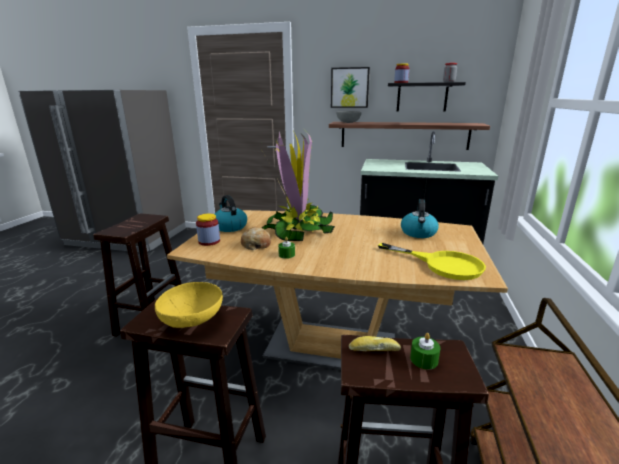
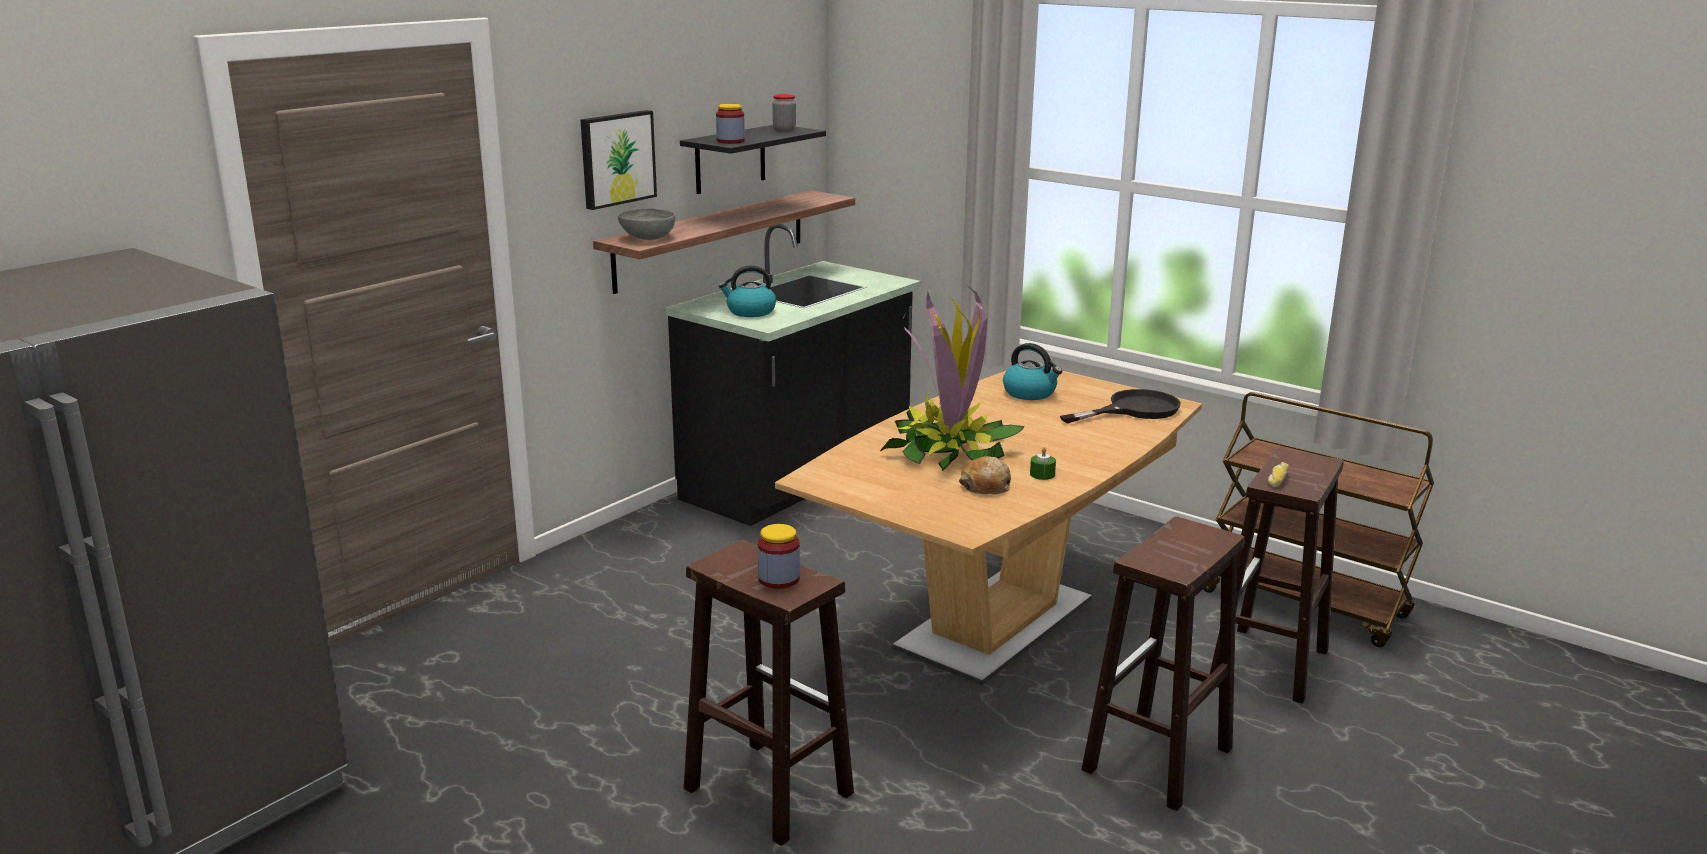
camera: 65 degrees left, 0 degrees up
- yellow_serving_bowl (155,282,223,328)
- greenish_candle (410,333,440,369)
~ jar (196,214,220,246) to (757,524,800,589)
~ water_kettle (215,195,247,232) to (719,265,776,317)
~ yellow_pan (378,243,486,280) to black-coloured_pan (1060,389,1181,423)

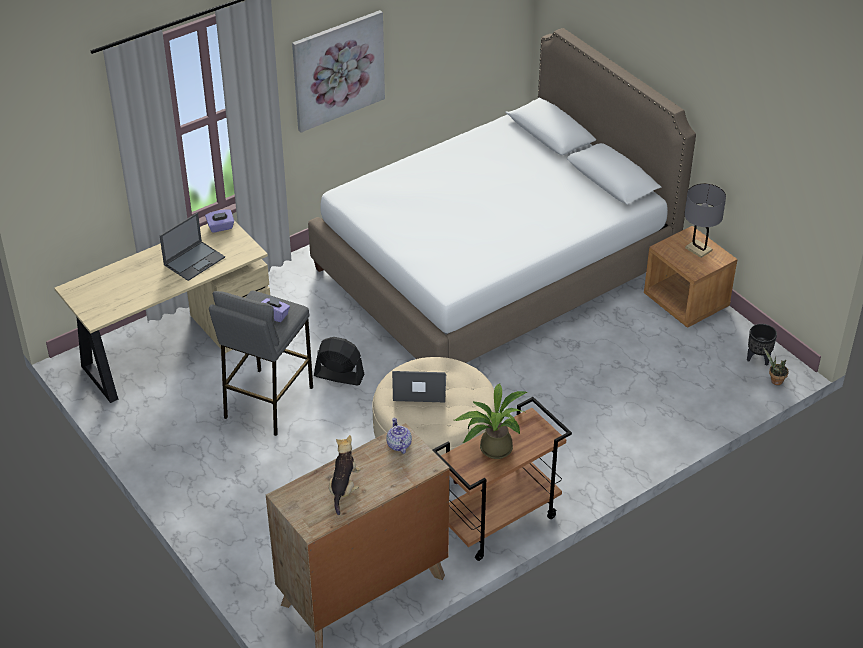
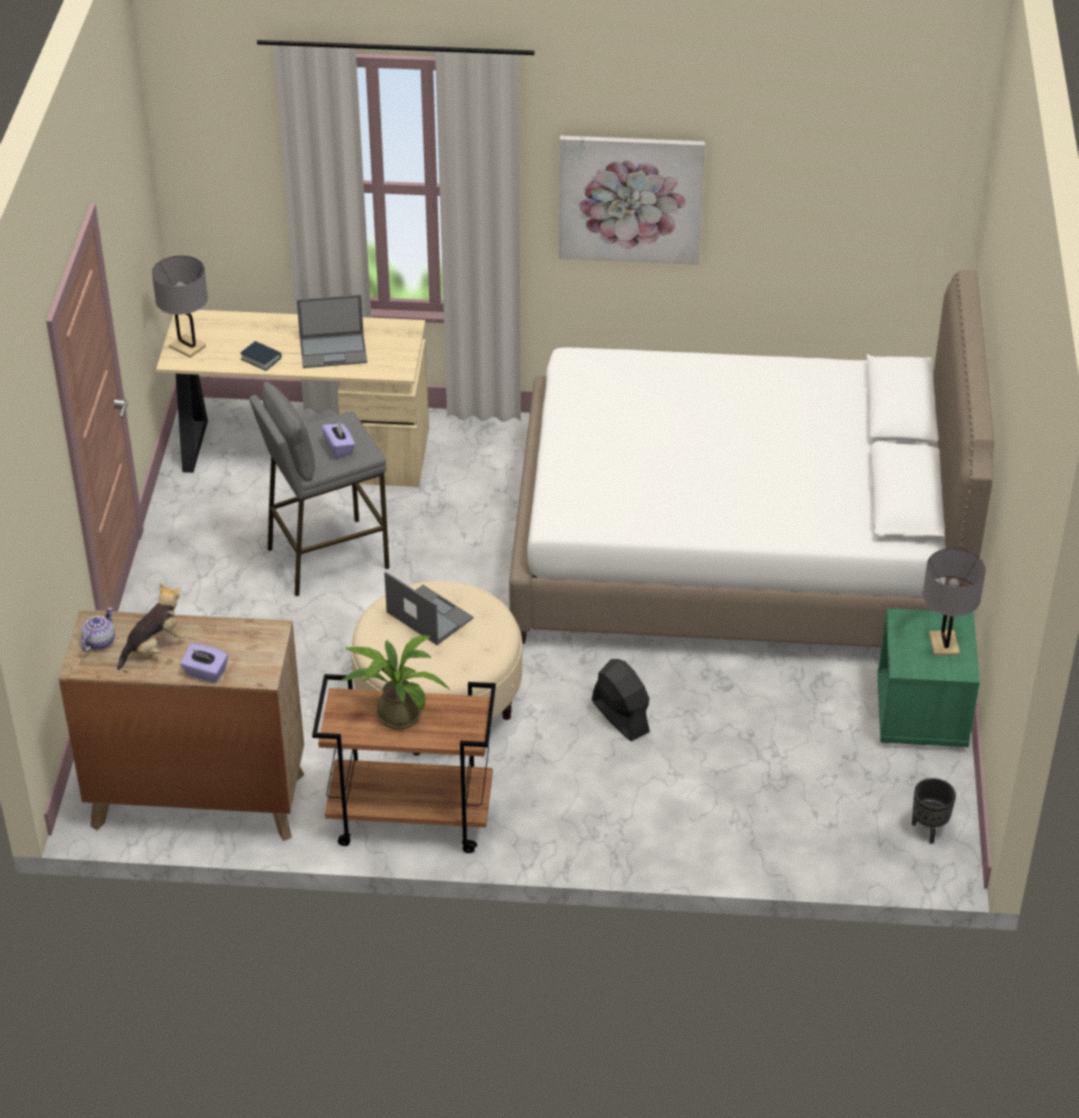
camera: 40 degrees right, 0 degrees up
- potted_plant (763,347,789,385)
+ greyish_table_lamp (152,256,208,358)
+ book (241,341,281,371)
~ purple_tissue_holder (205,209,234,233) to (180,643,228,682)
~ black-coloured_fan (314,337,365,386) to (592,659,650,741)
~ teapot (386,418,412,454) to (81,607,115,652)
~ brown_night_table (644,226,738,328) to greenish_night_table (878,608,980,747)

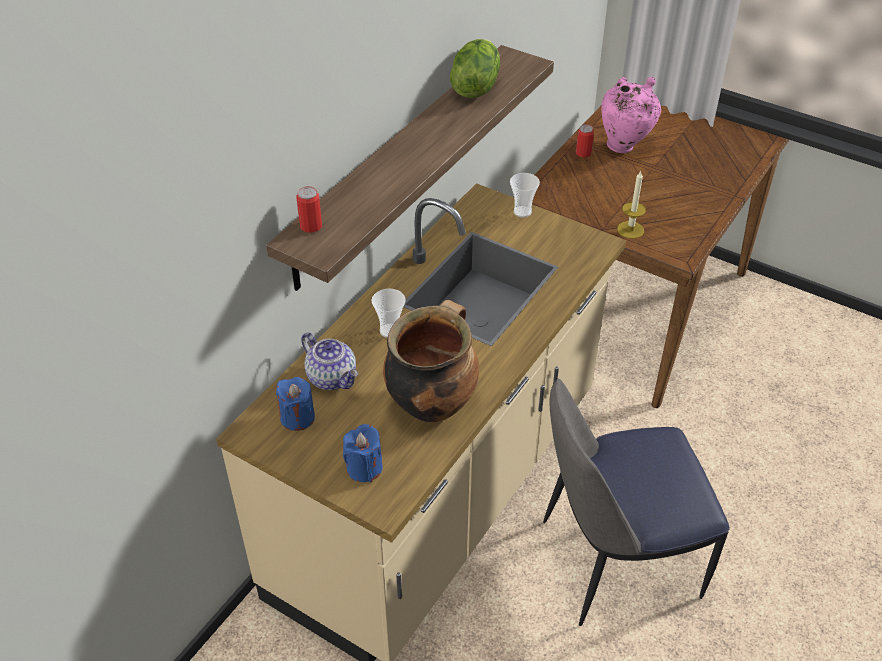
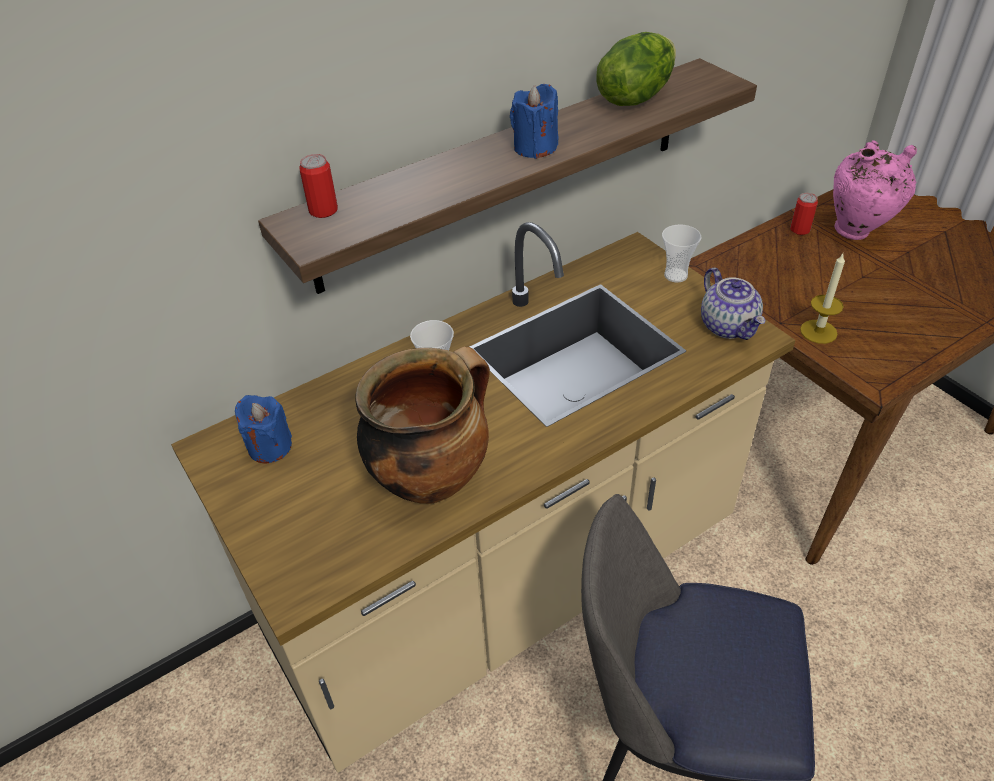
camera: 25 degrees right, 0 degrees up
~ teapot (301,333,358,390) to (701,268,766,340)
~ blue_candle (343,424,383,482) to (510,84,559,159)

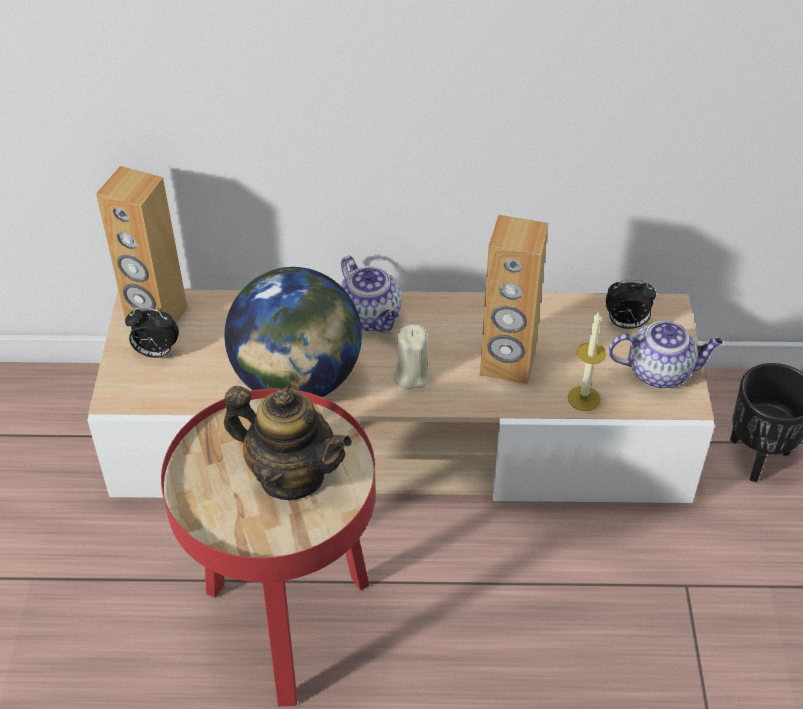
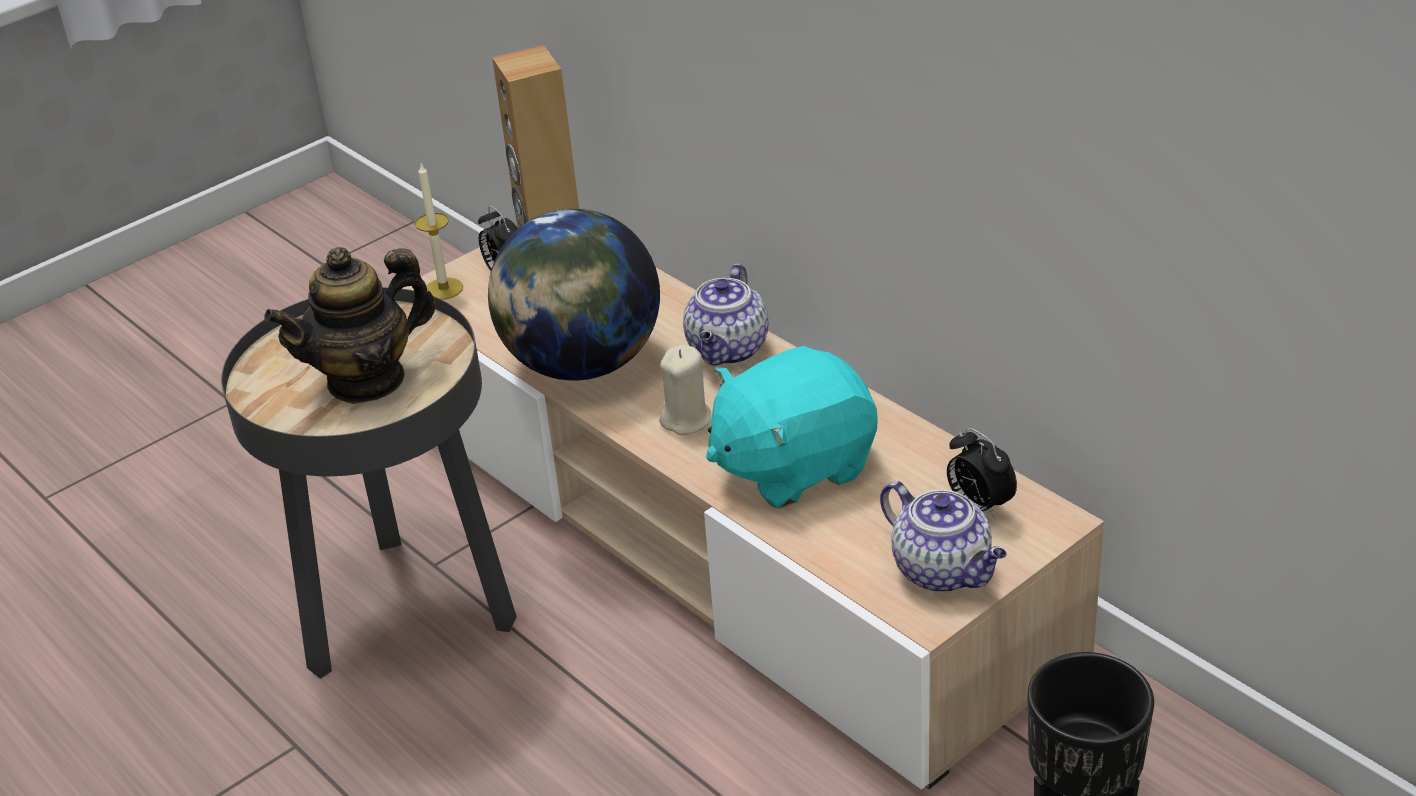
camera: 50 degrees right, 10 degrees down
~ candle (568,312,606,411) to (415,164,463,300)
~ brown_audio_speaker (480,215,548,384) to turquoise_soft_toy (706,346,878,509)
~ red-coloured_side_table (161,388,376,707) to black-coloured_side_table (221,287,517,679)
~ teapot (224,386,352,500) = (264,247,436,404) 75 degrees clockwise

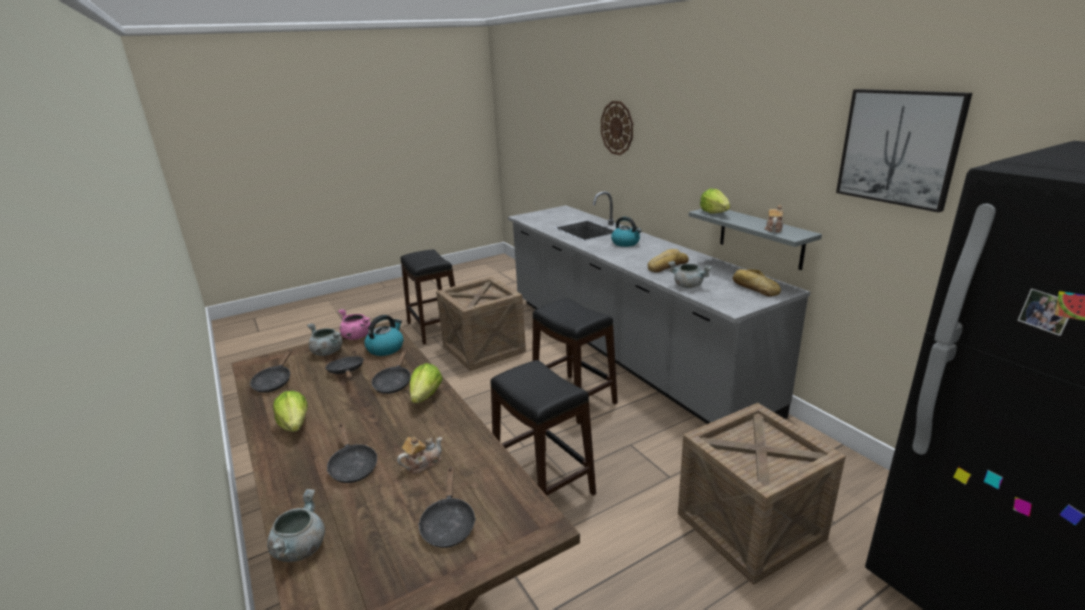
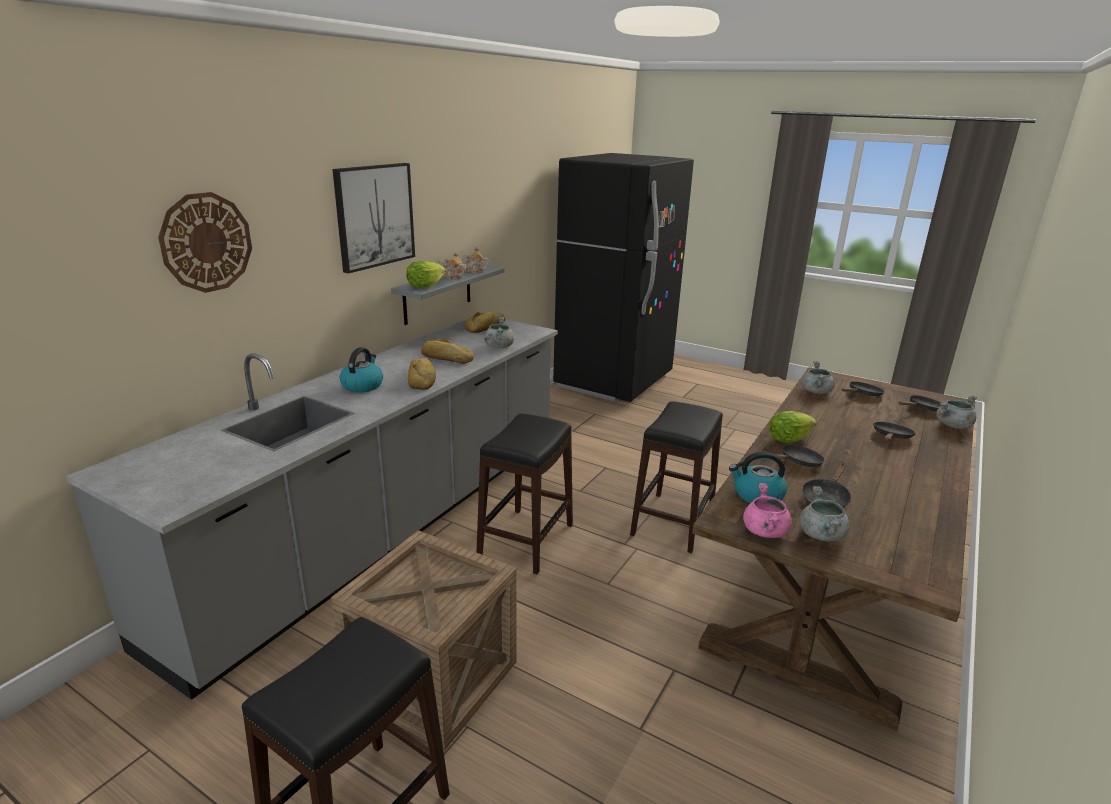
camera: 120 degrees left, 0 degrees up
- lettuce (273,391,308,432)
- crate (678,403,846,585)
+ bakery_bread (408,358,436,390)
+ greyish_cooking_pot (801,361,835,394)
~ black-coloured_pan (250,349,292,393) to (898,395,941,412)
~ teapot (397,437,442,473) to (439,252,466,279)
~ wall_picture (836,89,972,213) to (332,163,415,274)

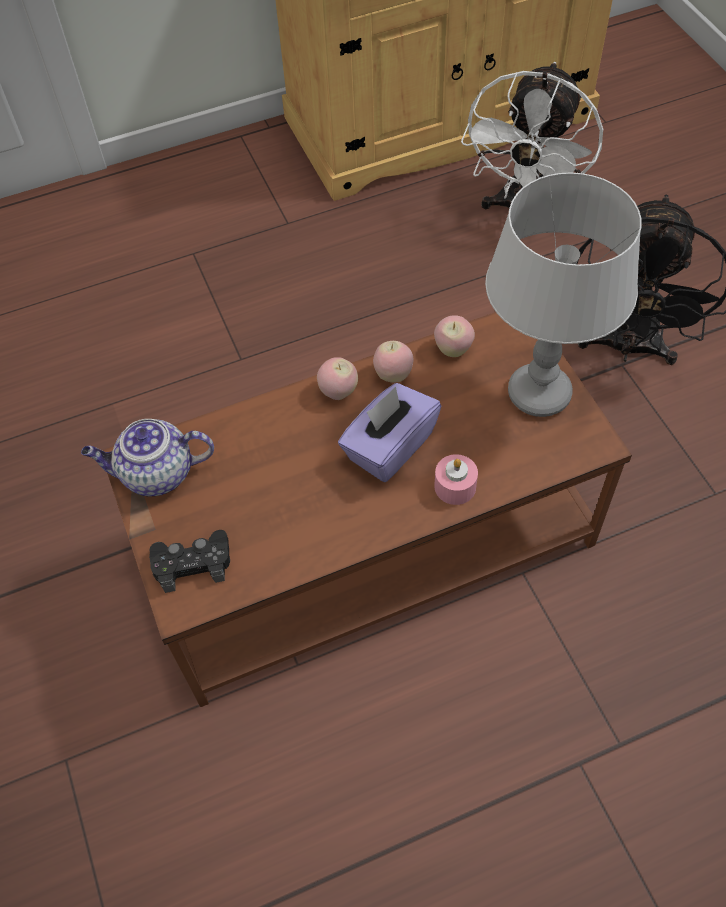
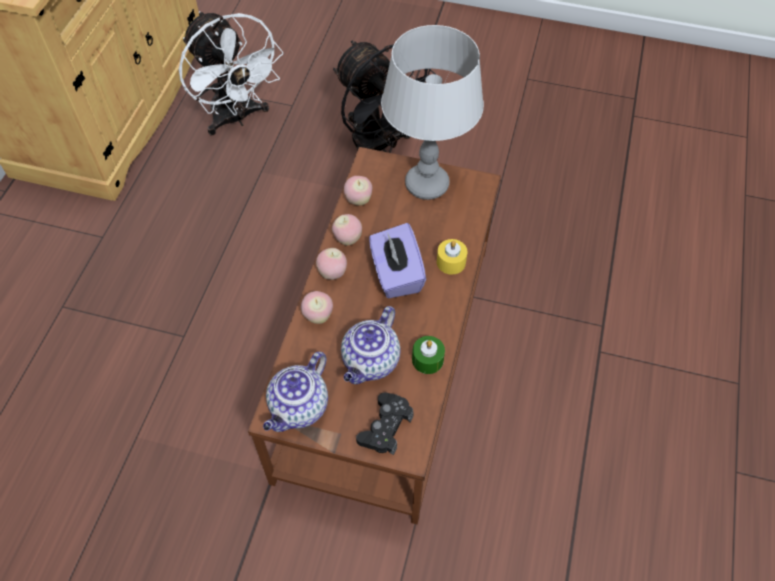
camera: 55 degrees left, 0 degrees up
+ apple_fruit (301,291,333,324)
+ teapot (341,306,401,384)
+ greenish_candle (412,336,445,374)
~ pink-coloured_candle (434,454,478,505) to yellow_candle (437,239,467,275)

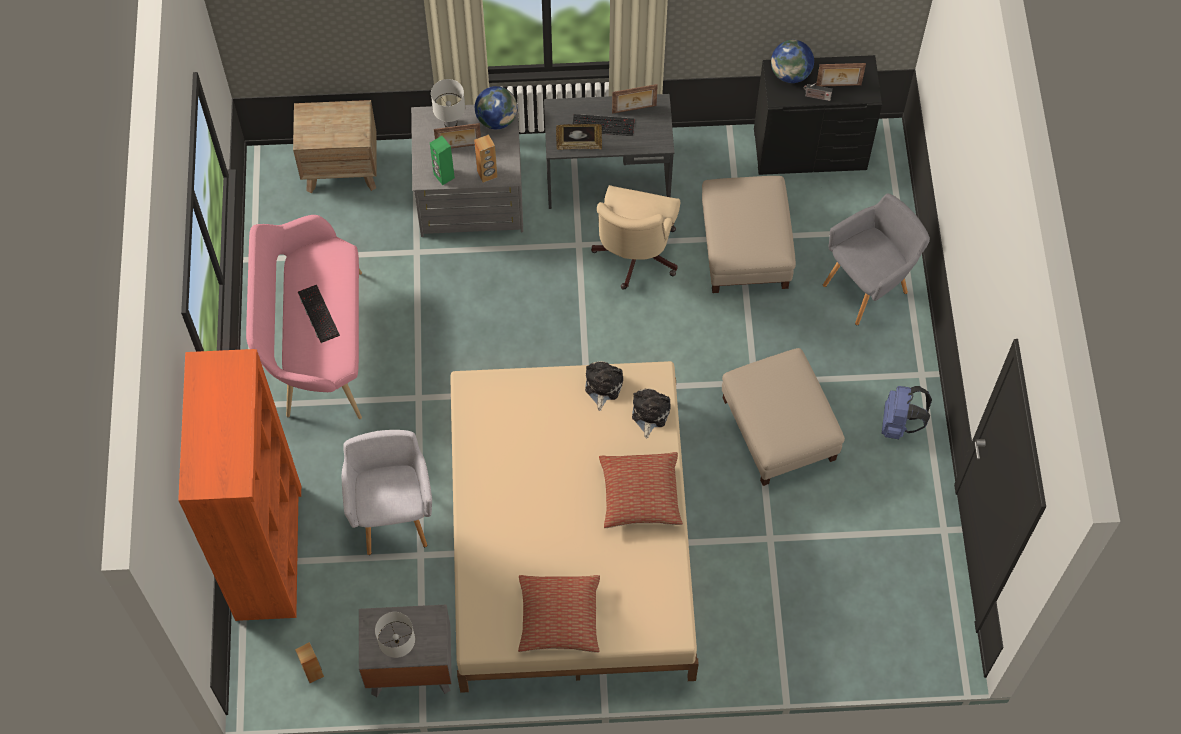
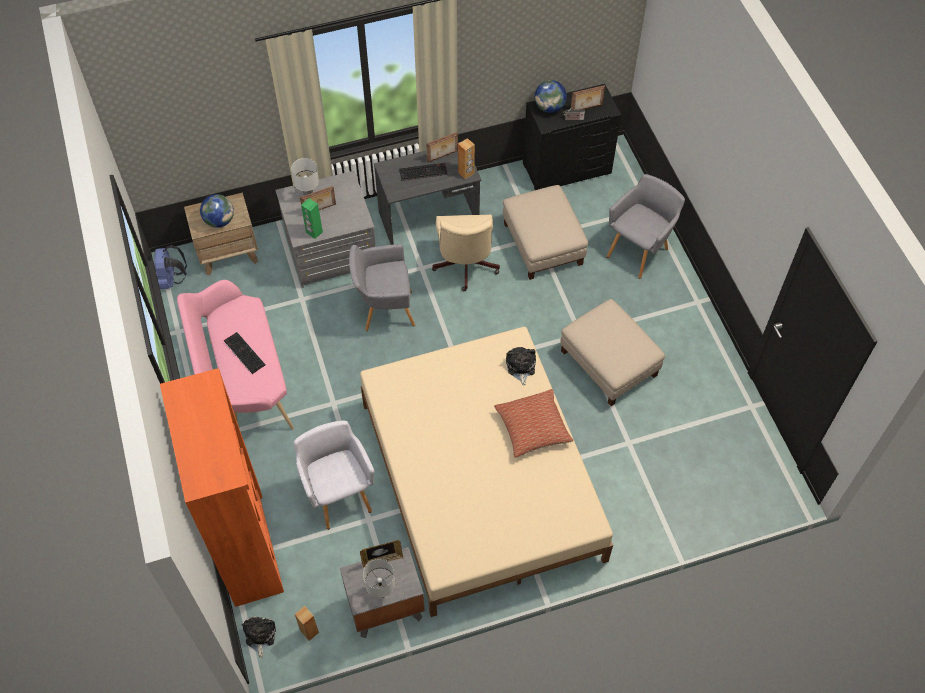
camera: 15 degrees left, 5 degrees down
- throw_pillow (518,575,600,653)
+ greyish_lounge_chair (349,244,415,331)
~ brown_audio_speaker (474,134,497,183) to (458,138,475,179)
~ globe (475,86,517,129) to (200,194,234,228)
~ standing_frame (556,124,602,150) to (360,540,403,568)
~ soft_toy (585,361,623,411) to (242,616,276,658)
~ blue_knapsack (882,386,932,439) to (154,245,187,289)

